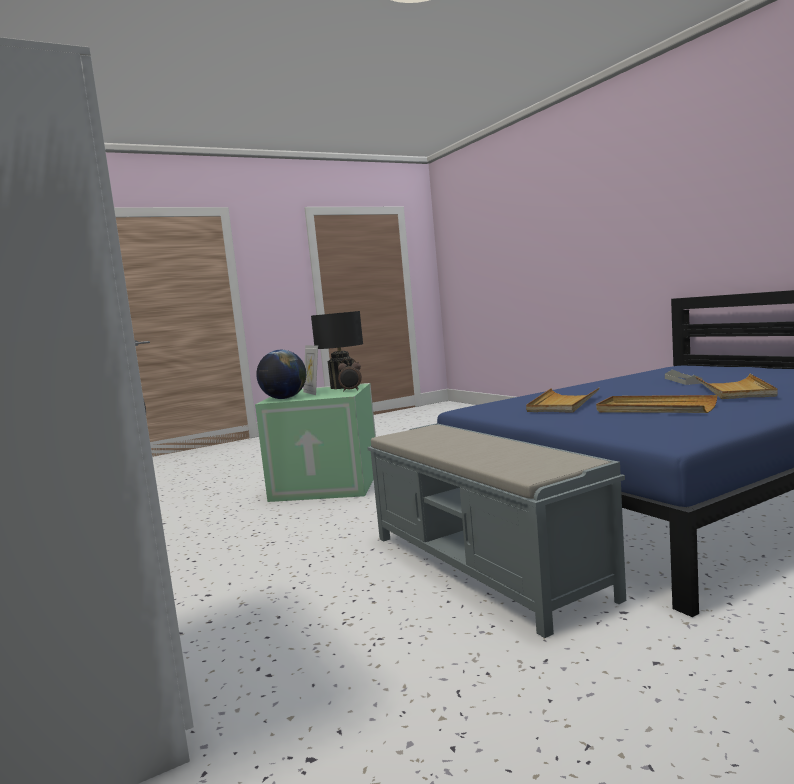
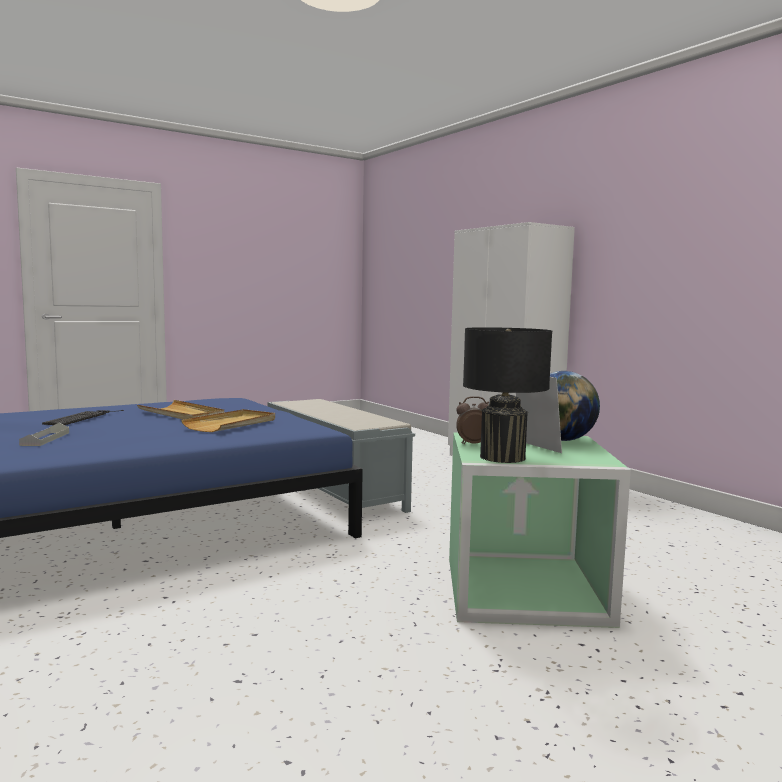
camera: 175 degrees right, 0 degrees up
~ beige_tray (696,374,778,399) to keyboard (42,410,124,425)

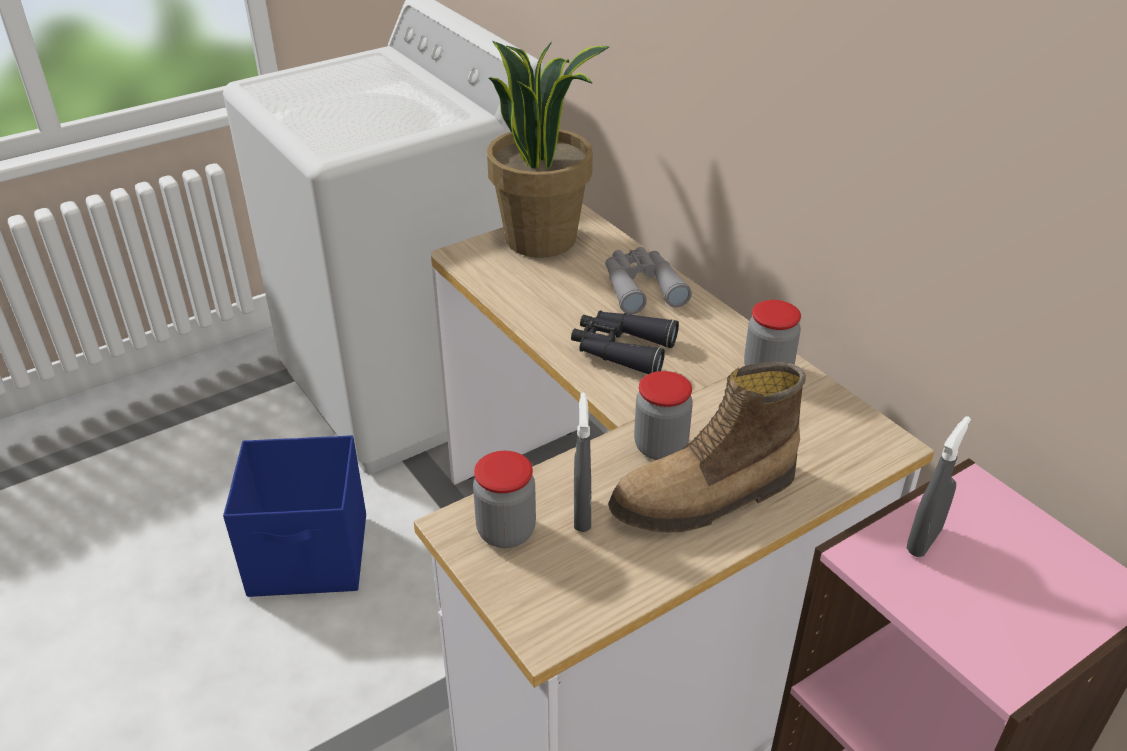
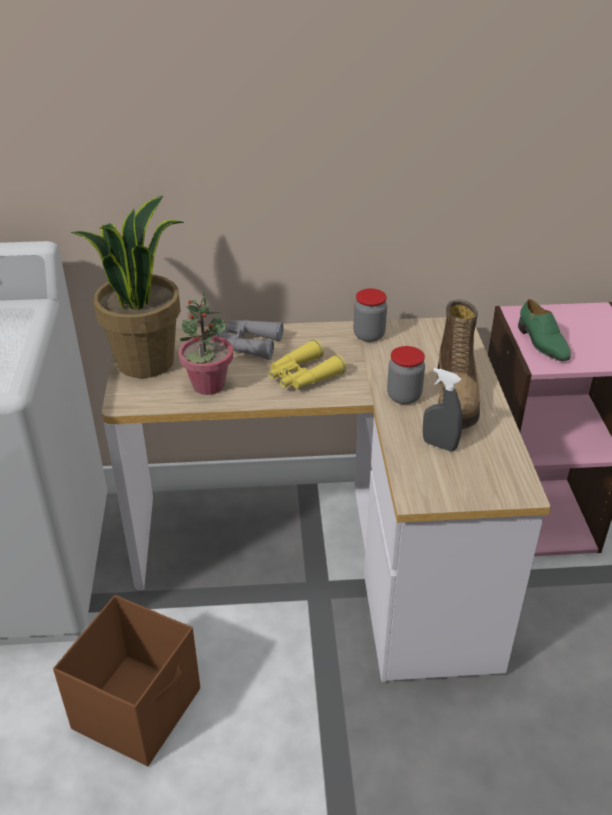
camera: 60 degrees left, 0 degrees up
- jar (473,451,536,548)
+ potted_plant (178,290,233,395)
~ greyish_hand_sprayer (907,416,971,557) to greenish_low_shoe (518,299,571,361)
~ blue_storage_container (223,435,366,597) to brown_storage_container (53,595,200,766)
~ black-coloured_pair_of_binoculars (571,310,679,374) to yellow_pair_of_binoculars (268,339,346,389)

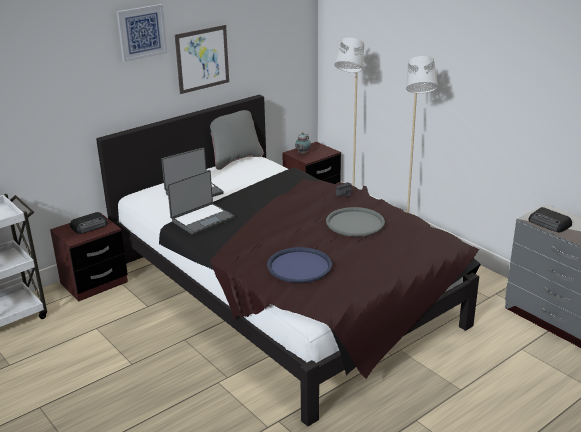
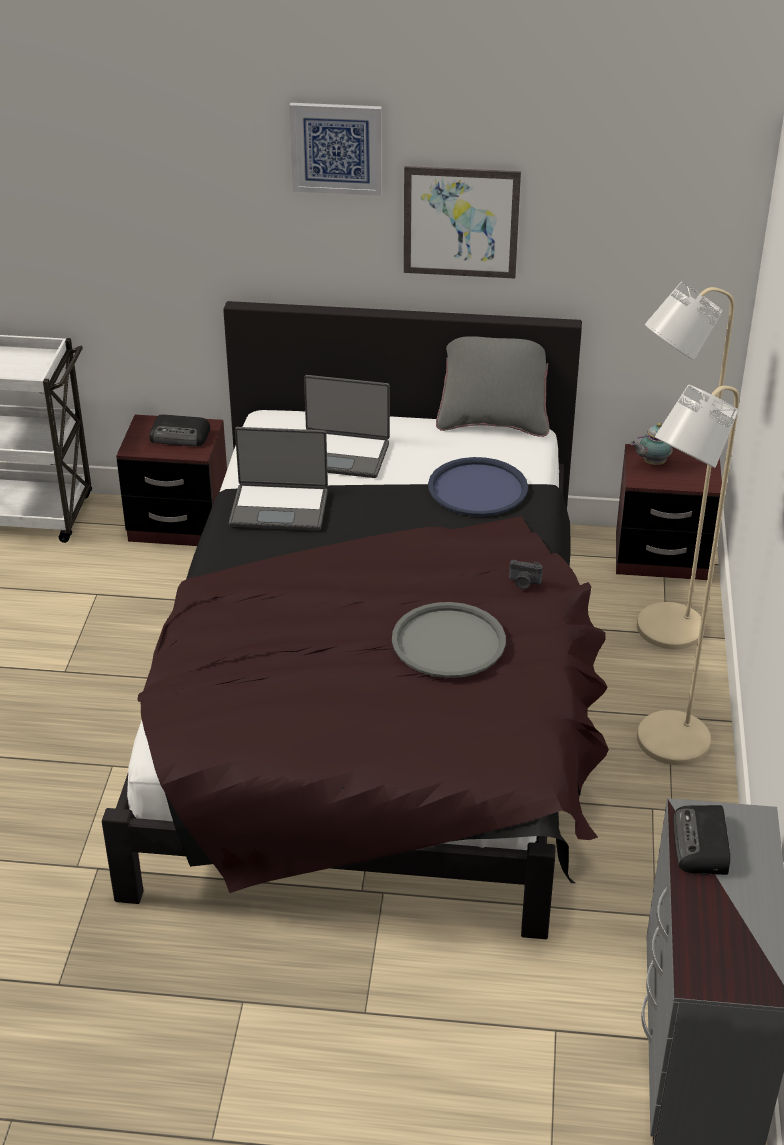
camera: 45 degrees right, 10 degrees up
~ blue_tray (267,247,332,283) to (428,457,528,516)

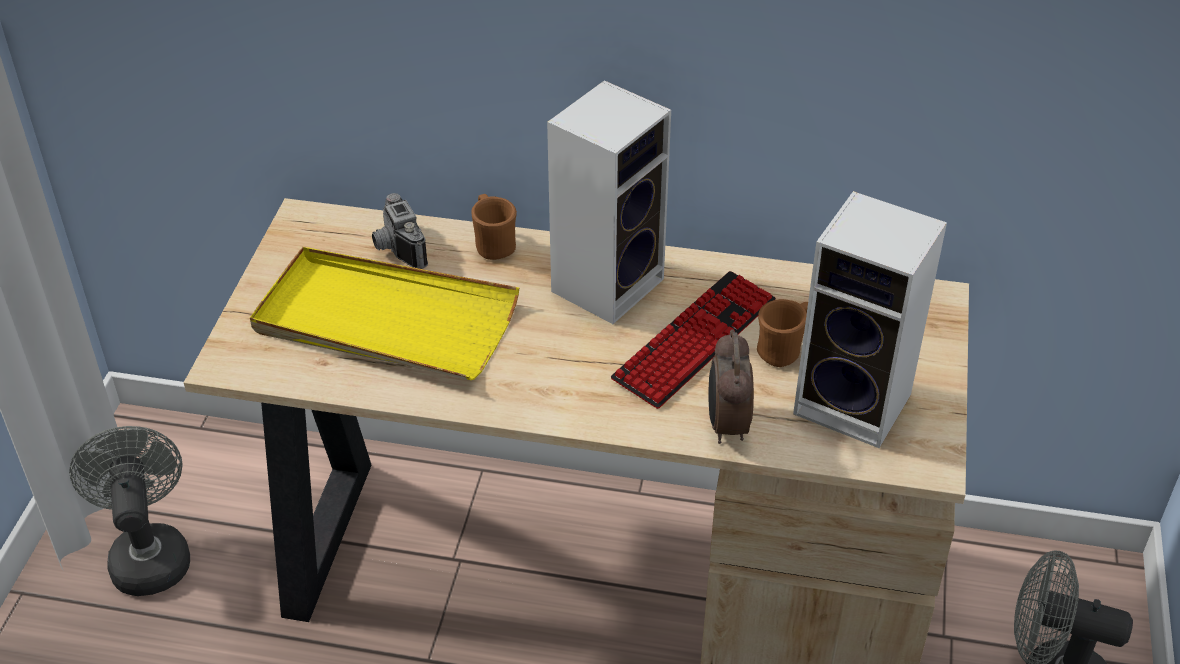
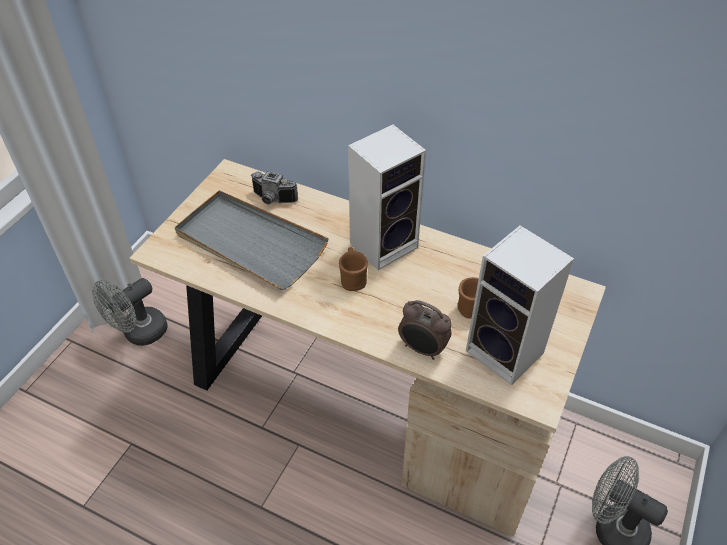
camera: 15 degrees right, 5 degrees up
- keyboard (611,271,776,409)
~ brown_tea_mug (471,194,517,260) to (339,247,368,291)
~ yellow_tray (250,247,519,380) to greyish_tray (175,190,329,290)
~ greyish_fan (69,426,190,596) = (92,278,168,346) 135 degrees counterclockwise
~ still_camera (372,193,428,269) = (251,171,298,205) 60 degrees counterclockwise
~ bedside_clock (708,329,754,444) = (398,300,452,360) 75 degrees counterclockwise

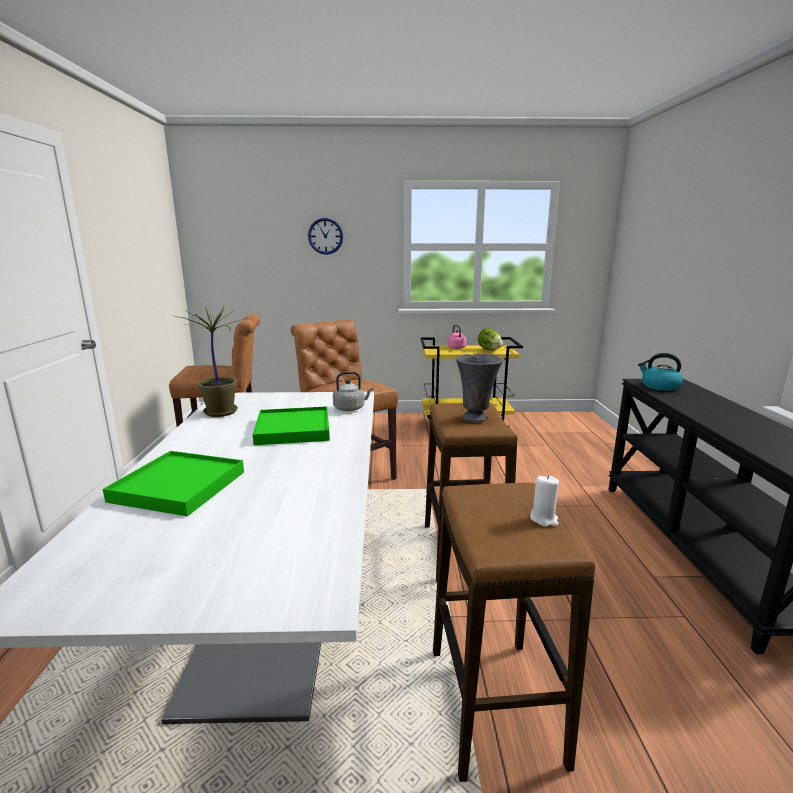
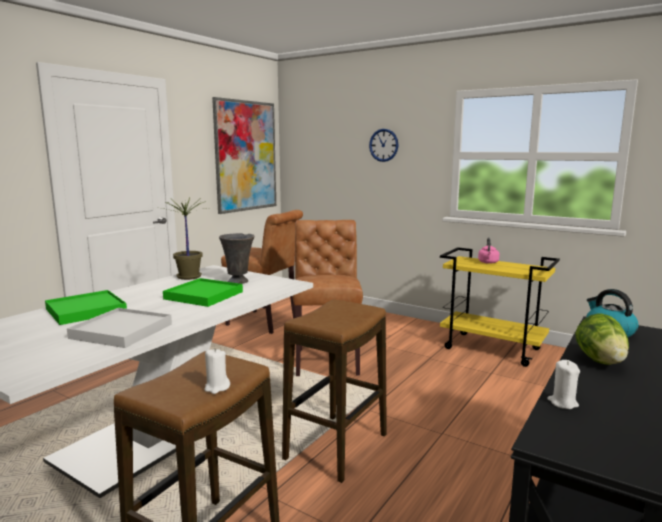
camera: 35 degrees right, 5 degrees down
- greyish_water_kettle (333,371,374,411)
+ white_tray (67,308,172,348)
+ wall_picture (212,97,276,214)
+ white_candle (547,360,580,409)
~ greyish_vase (456,353,503,422) to (219,233,255,284)
~ lettuce (478,328,503,351) to (575,313,629,365)

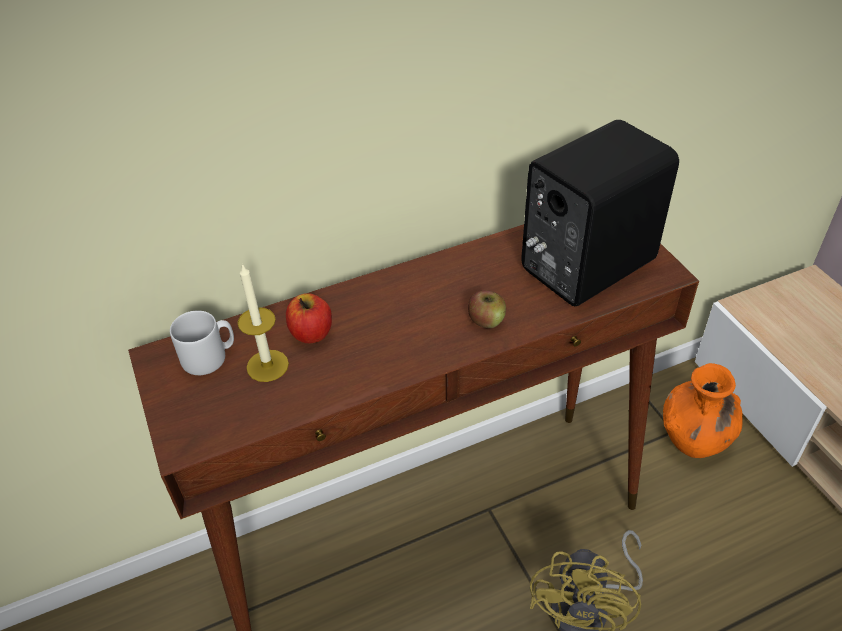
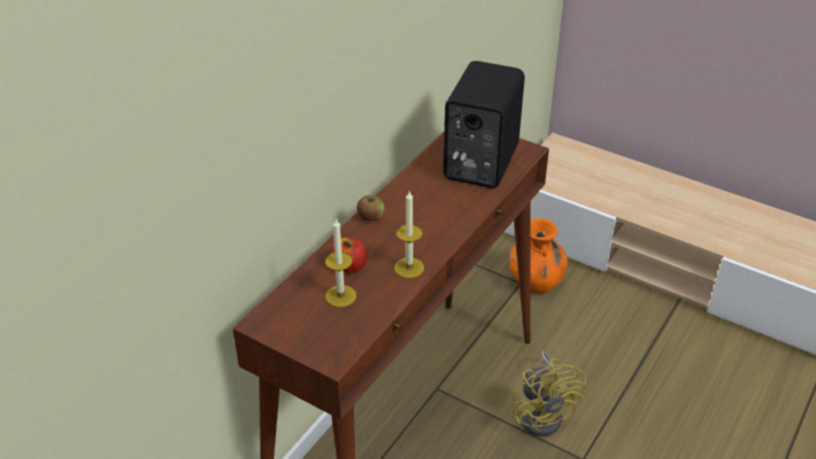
camera: 35 degrees left, 5 degrees down
- greyish_tea_mug (170,311,234,375)
+ candle (394,190,424,278)
~ apple_fruit (468,290,506,328) to (357,195,385,221)

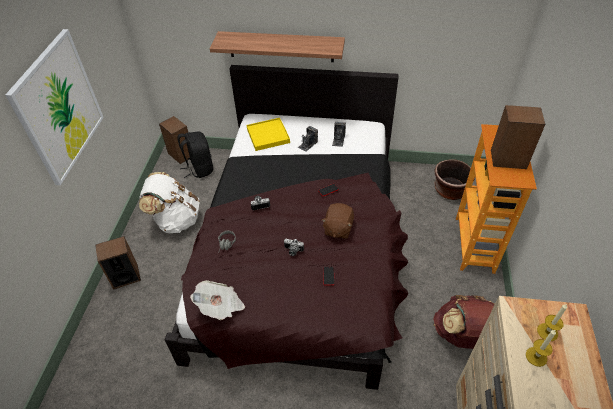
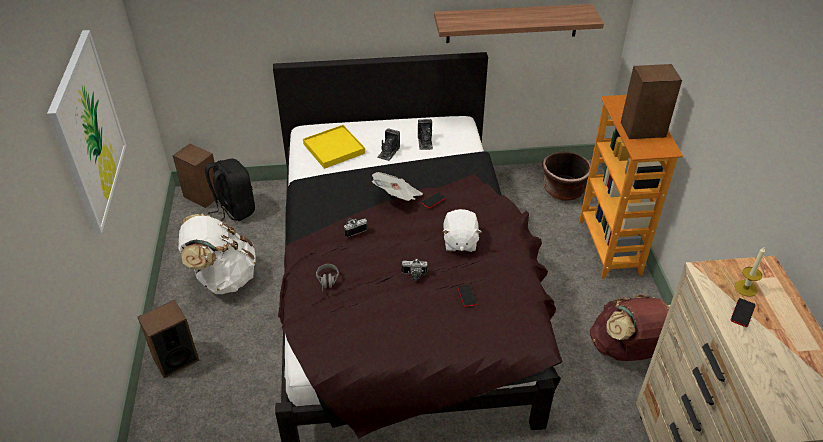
camera: 15 degrees left, 5 degrees down
~ printed_paper (190,280,245,320) to (372,172,423,201)
~ wall_shelf (210,31,345,62) to (434,4,604,43)
~ candle (526,330,556,367) to telephone (731,298,756,327)
~ brown_soft_toy (322,203,354,239) to white_soft_toy (442,209,481,252)

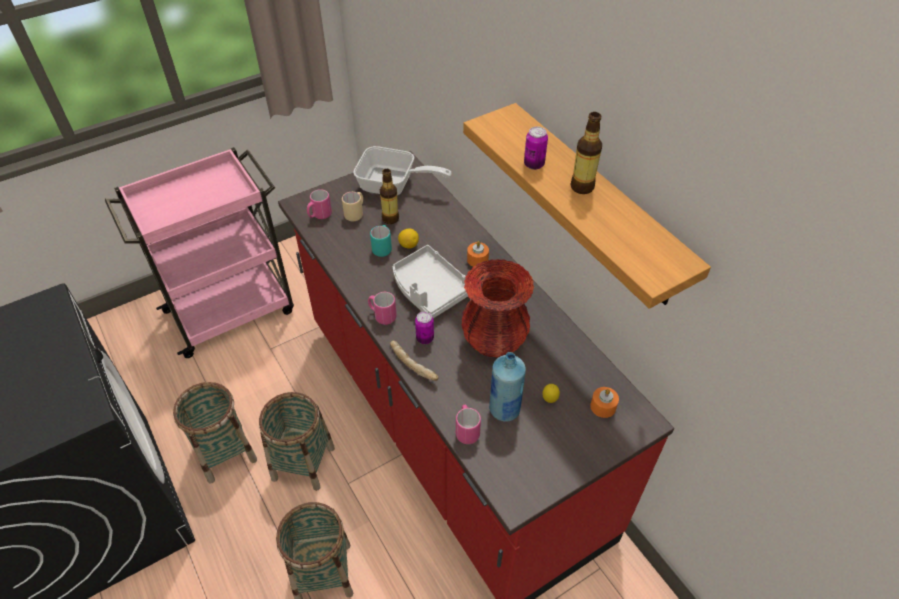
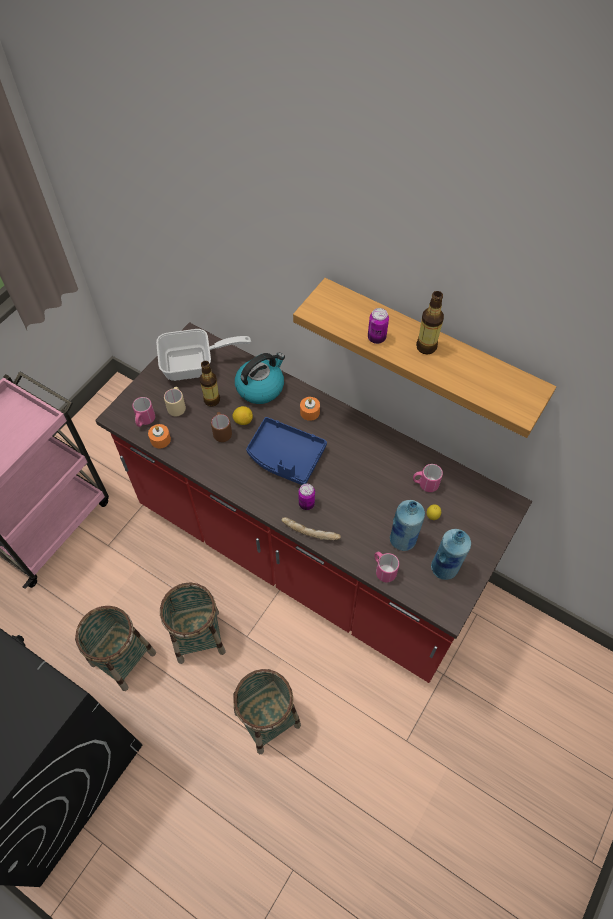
camera: 25 degrees left, 10 degrees up
- red-coloured_vase (462,259,534,358)
+ water_kettle (235,353,285,404)
+ blue_beverage_bottle (431,529,471,580)
~ pink-coloured_tea_mug (368,292,397,325) to (413,464,443,492)
~ orangey_candle (590,387,619,418) to (148,424,171,448)
~ turquoise_tea_mug (370,225,392,257) to brown_tea_mug (211,412,232,442)
~ greyish_tray (393,245,468,318) to blue_tray (246,417,327,485)

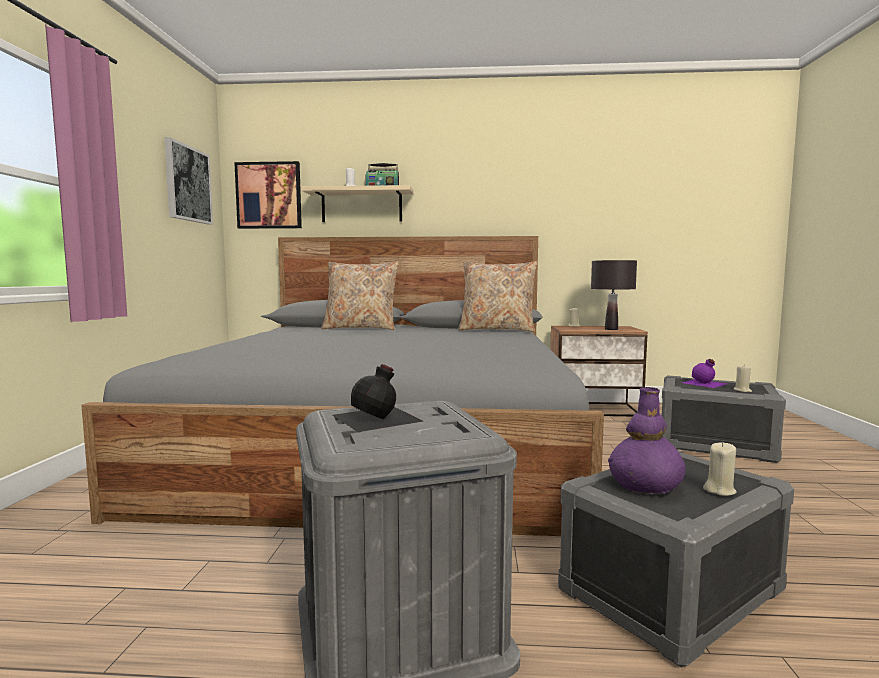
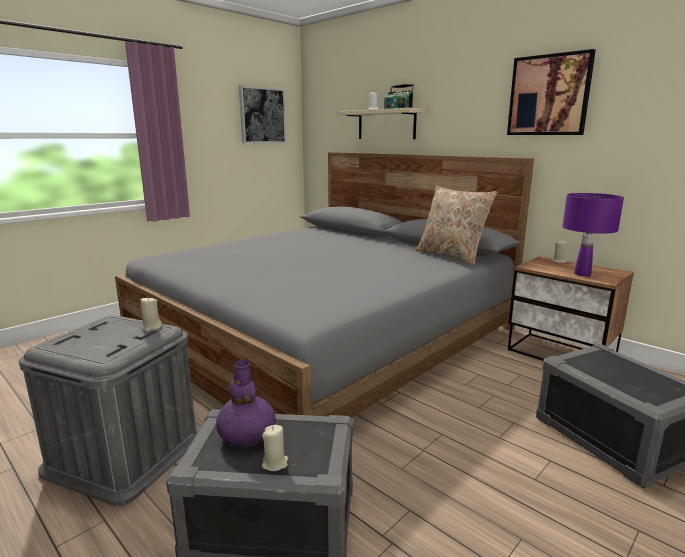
camera: 40 degrees right, 10 degrees up
- beige_throw_pillow (321,261,399,330)
- black-coloured_beverage_bottle (333,364,423,432)
- purple_beverage_bottle (682,359,727,388)
~ wall_picture (234,161,302,229) to (507,49,596,135)
~ beige_candle (734,364,752,392) to (140,297,162,332)
~ black-coloured_table_lamp (591,260,637,330) to purple_table_lamp (562,193,624,276)

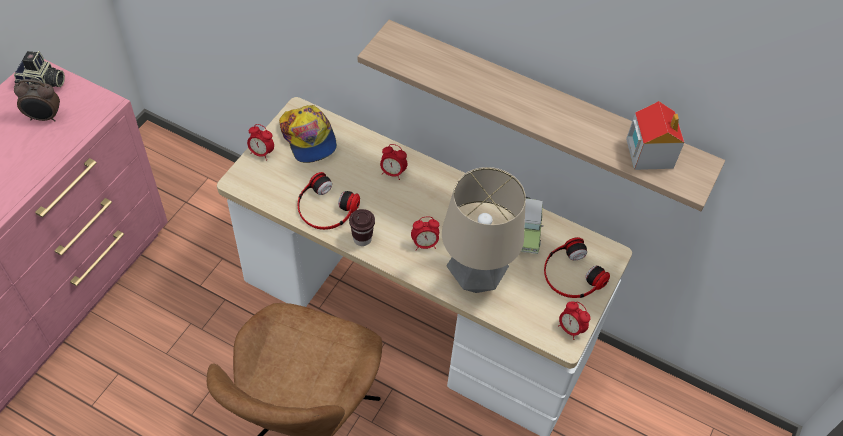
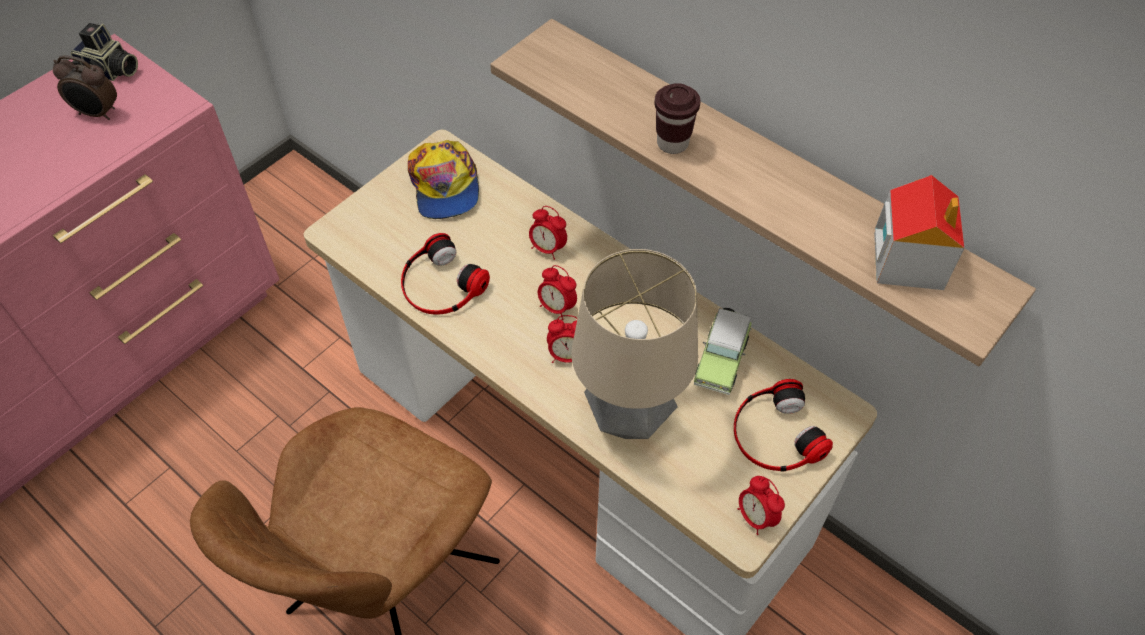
camera: 15 degrees right, 0 degrees up
~ bedside_clock (247,124,274,160) to (538,265,577,320)
~ brown_small_cup (349,209,375,246) to (654,83,701,154)

